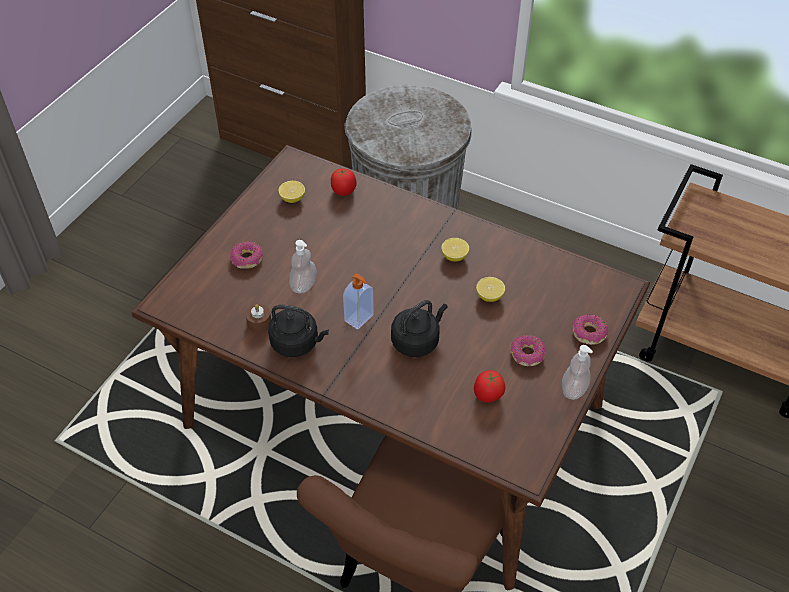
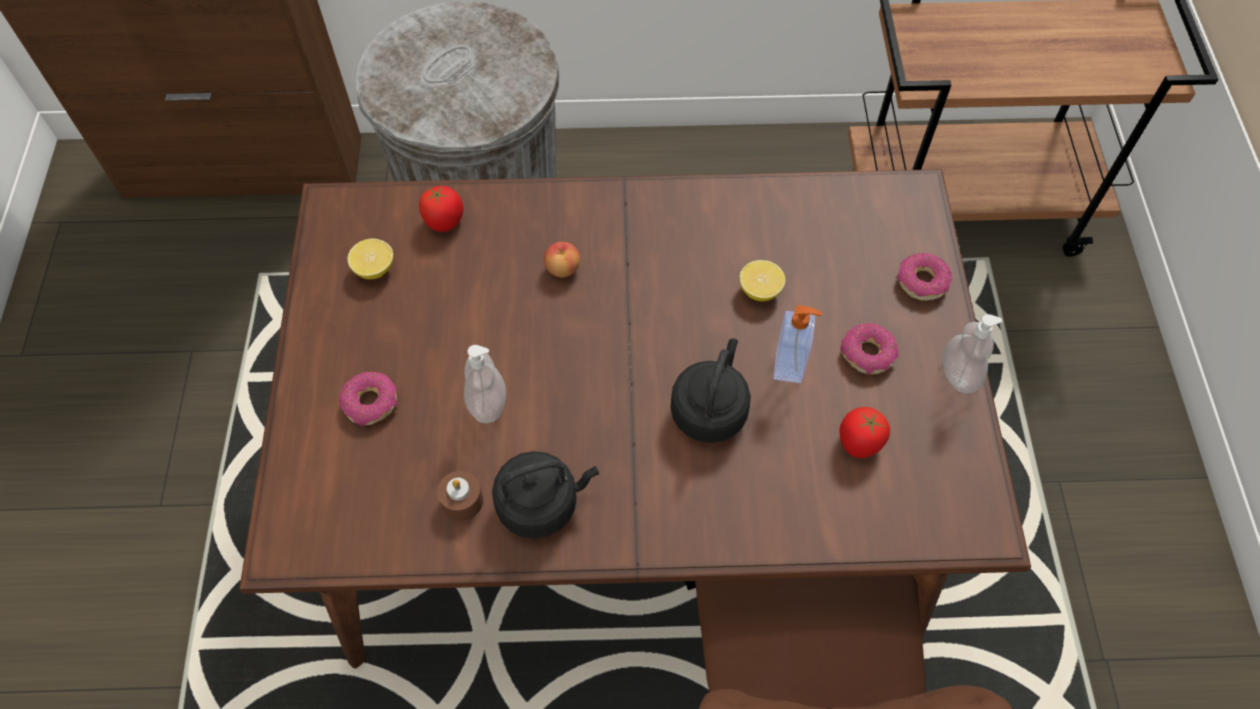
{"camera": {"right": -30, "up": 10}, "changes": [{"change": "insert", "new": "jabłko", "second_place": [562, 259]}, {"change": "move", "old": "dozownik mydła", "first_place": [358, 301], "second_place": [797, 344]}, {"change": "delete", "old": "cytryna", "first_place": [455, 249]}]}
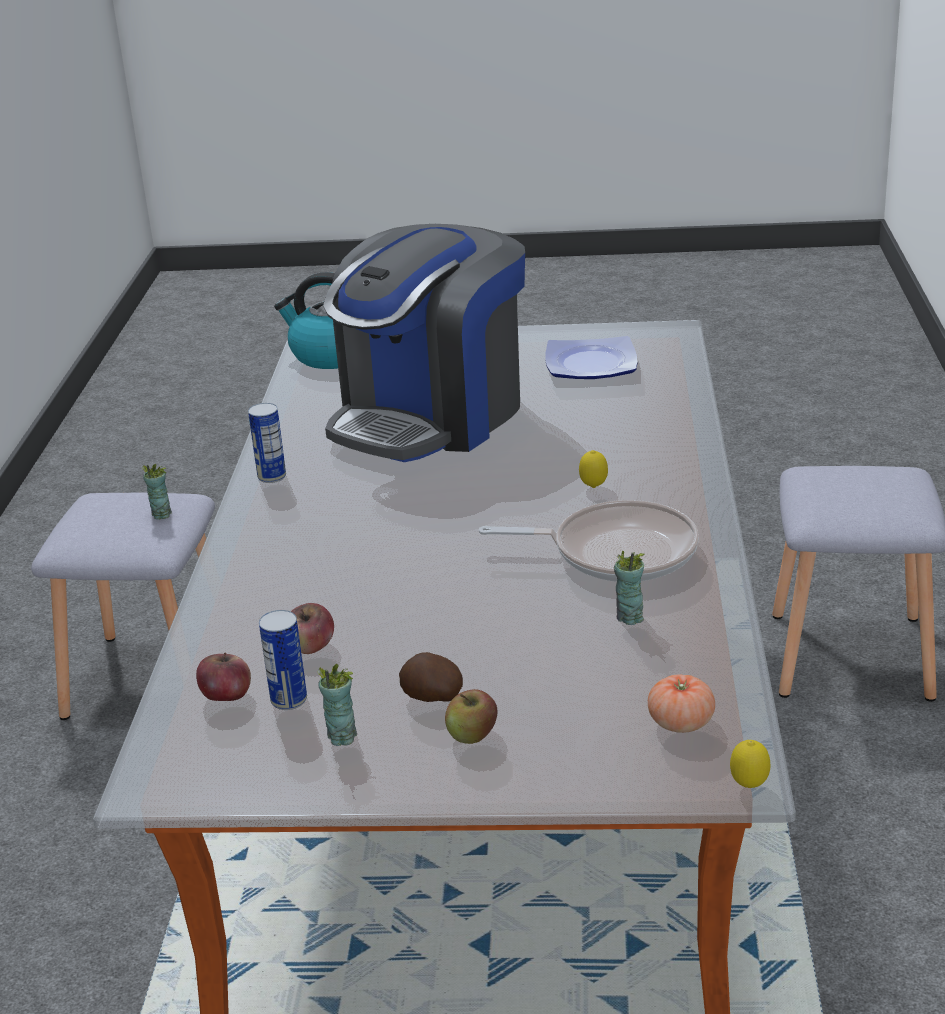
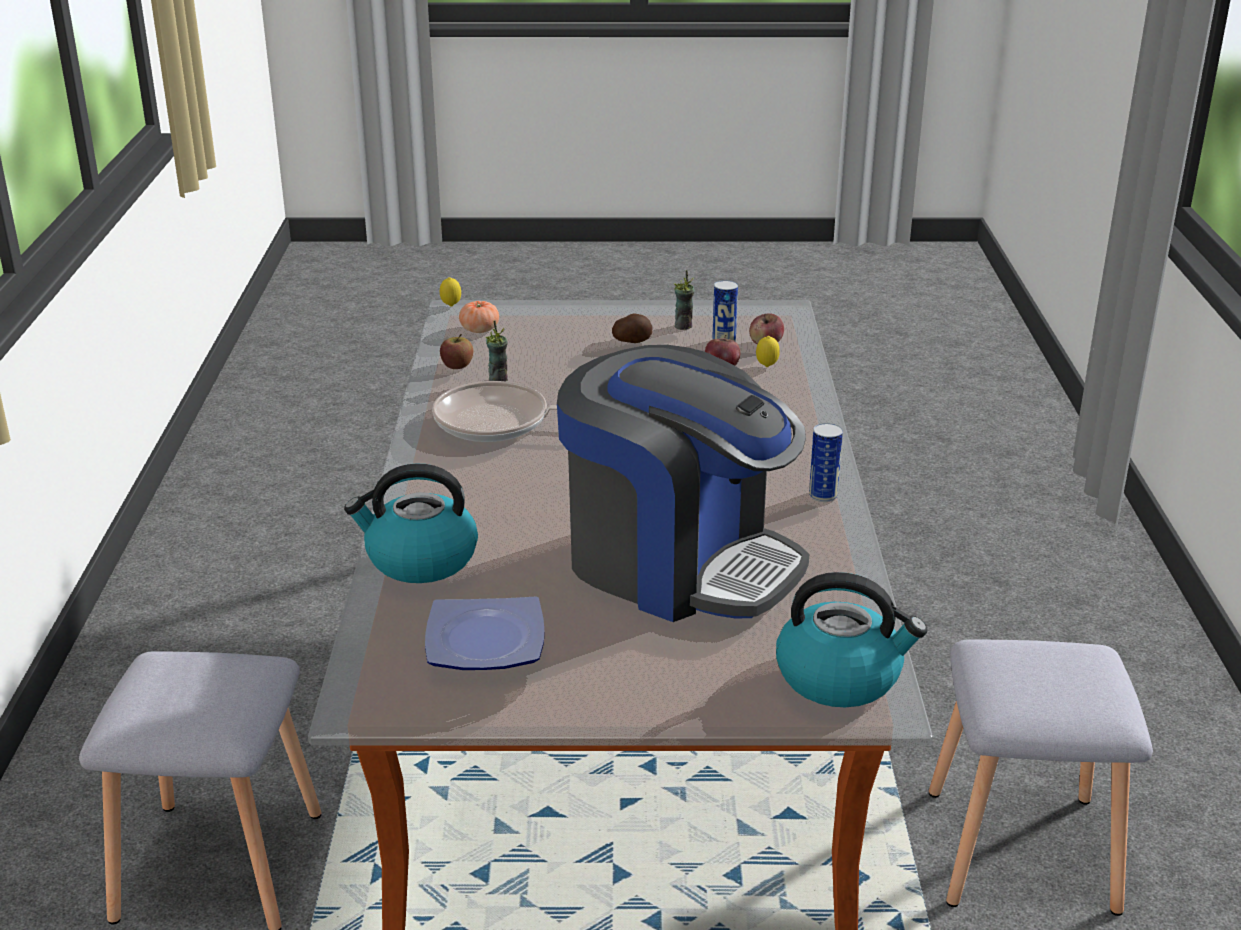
{"camera": {"right": 175, "up": 0}, "changes": [{"change": "insert", "new": "czajnik", "second_place": [411, 523]}, {"change": "move", "old": "jabłko", "first_place": [471, 716], "second_place": [456, 351]}, {"change": "rotate", "old": "ekspres do kawy", "first_place": [424, 343], "second_place": [683, 483], "degrees": 90}, {"change": "move", "old": "cytryna", "first_place": [593, 469], "second_place": [768, 351]}, {"change": "delete", "old": "filiżanka", "first_place": [157, 492]}]}
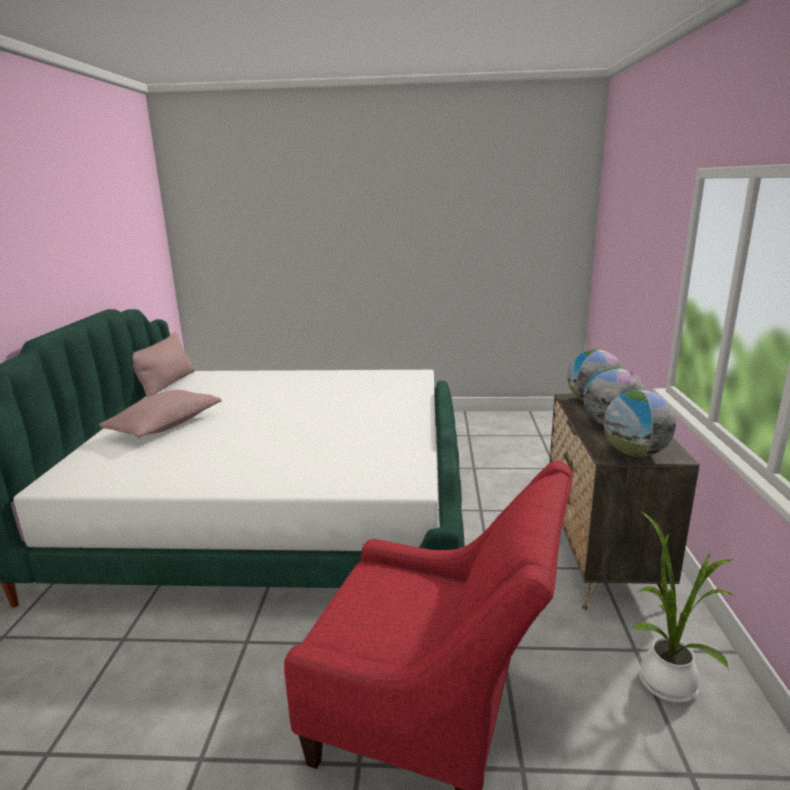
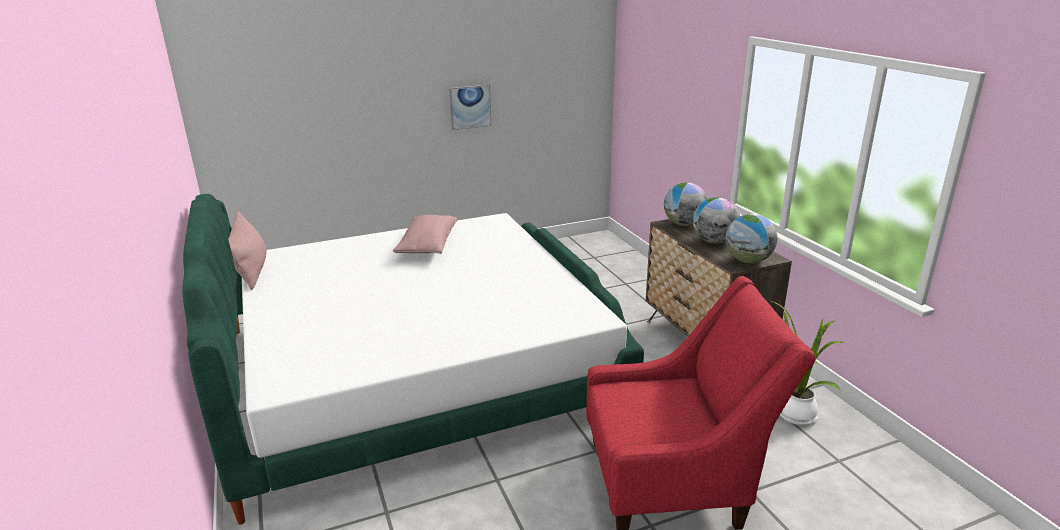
{"camera": {"right": -25, "up": 5}, "changes": [{"change": "move", "old": "poduszka/różowy", "first_place": [160, 414], "second_place": [425, 234]}, {"change": "insert", "new": "obraz", "second_place": [470, 107]}]}
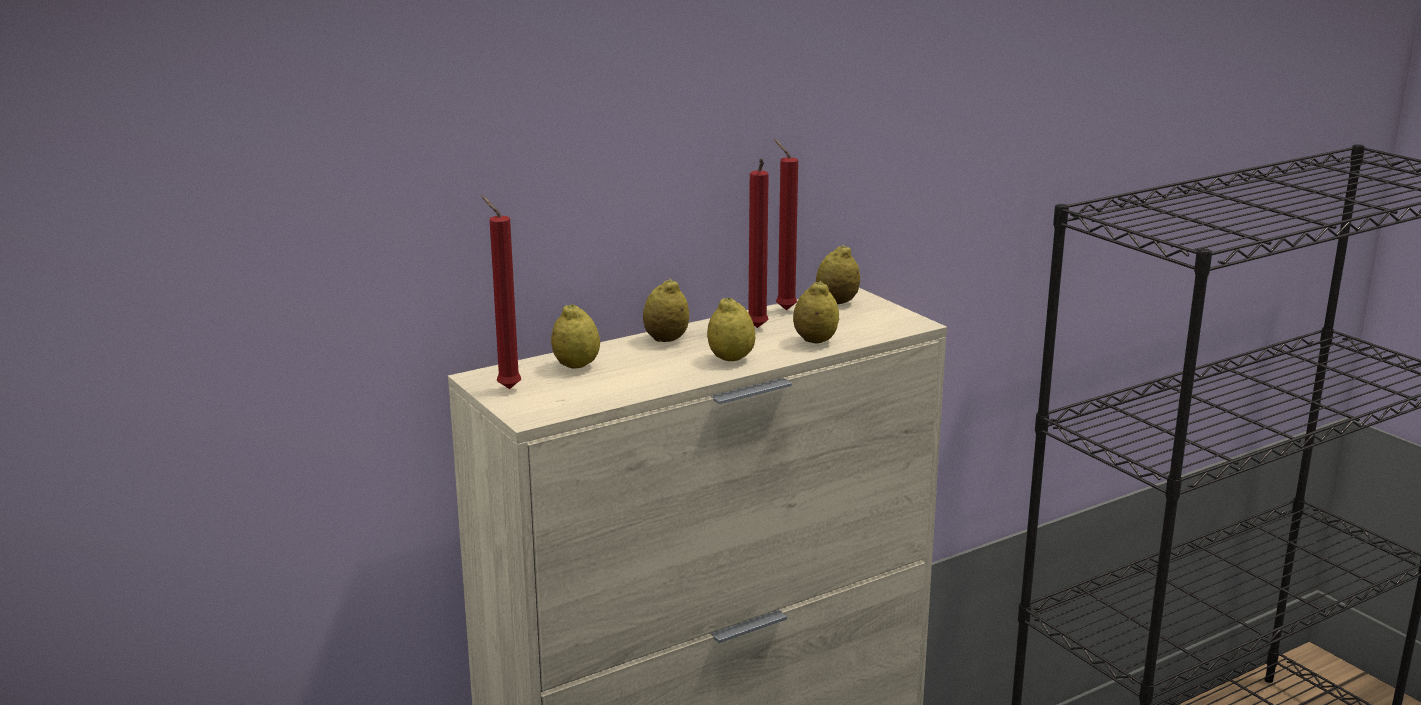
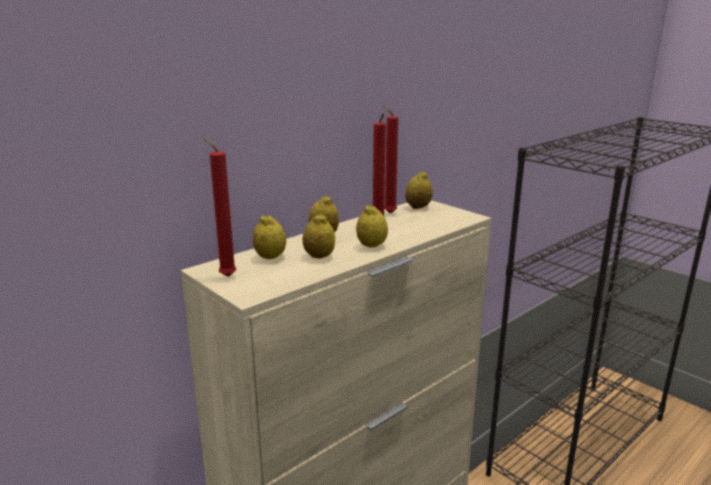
{"camera": {"right": -10, "up": 0}, "changes": [{"change": "move", "old": "cytryna", "first_place": [816, 312], "second_place": [318, 236]}]}
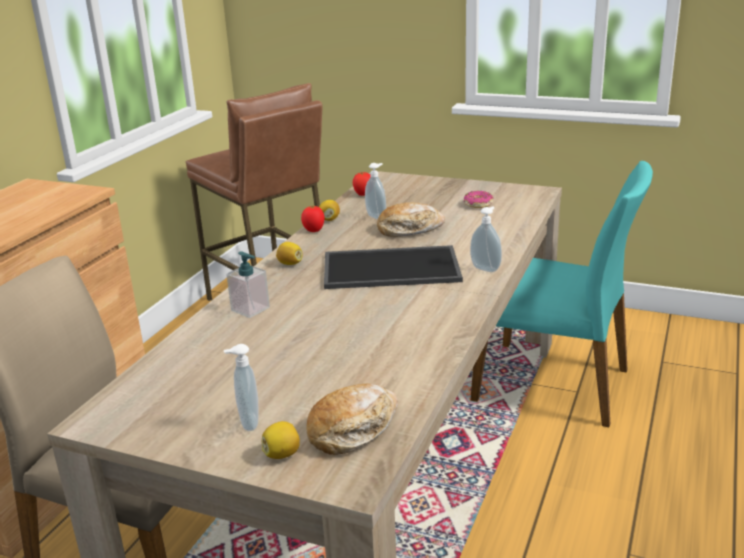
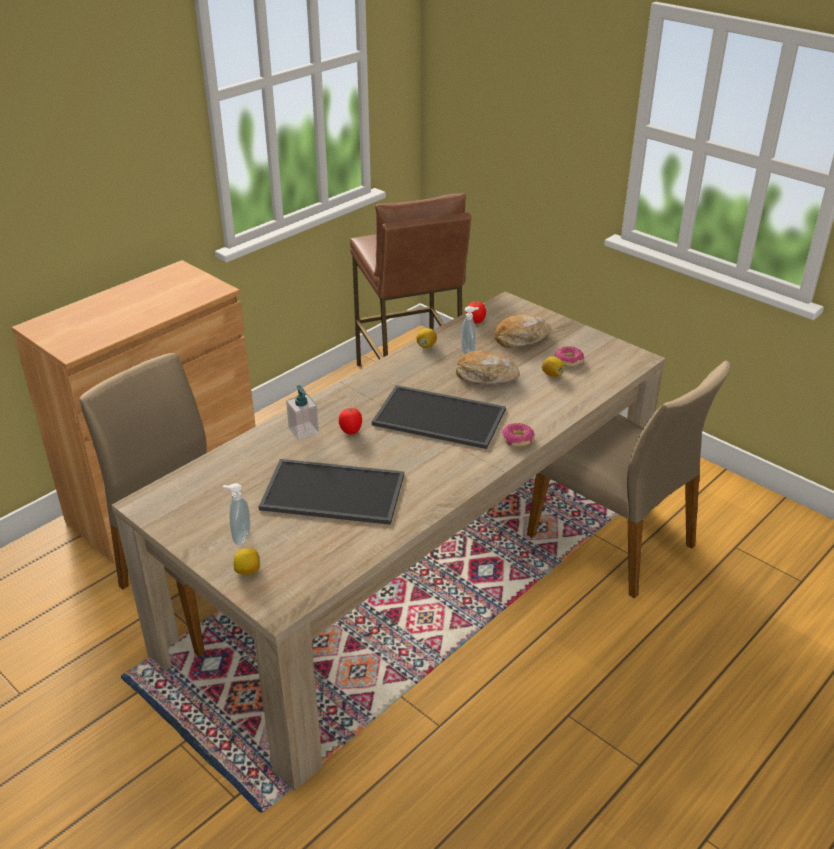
{"camera": {"right": 20, "up": 10}, "changes": [{"change": "insert", "new": "taca", "second_place": [331, 492]}, {"change": "move", "old": "pomidor", "first_place": [313, 219], "second_place": [350, 421]}, {"change": "move", "old": "chleb", "first_place": [352, 419], "second_place": [522, 331]}, {"change": "replace", "old": "dozownik mydła", "new": "donut", "first_place": [486, 239], "second_place": [518, 435]}, {"change": "recolor", "old": "krzesło/turkusowy", "new": "krzesło/beżowy", "first_place": [562, 294], "second_place": [629, 480]}, {"change": "move", "old": "cytryna", "first_place": [289, 253], "second_place": [553, 366]}]}
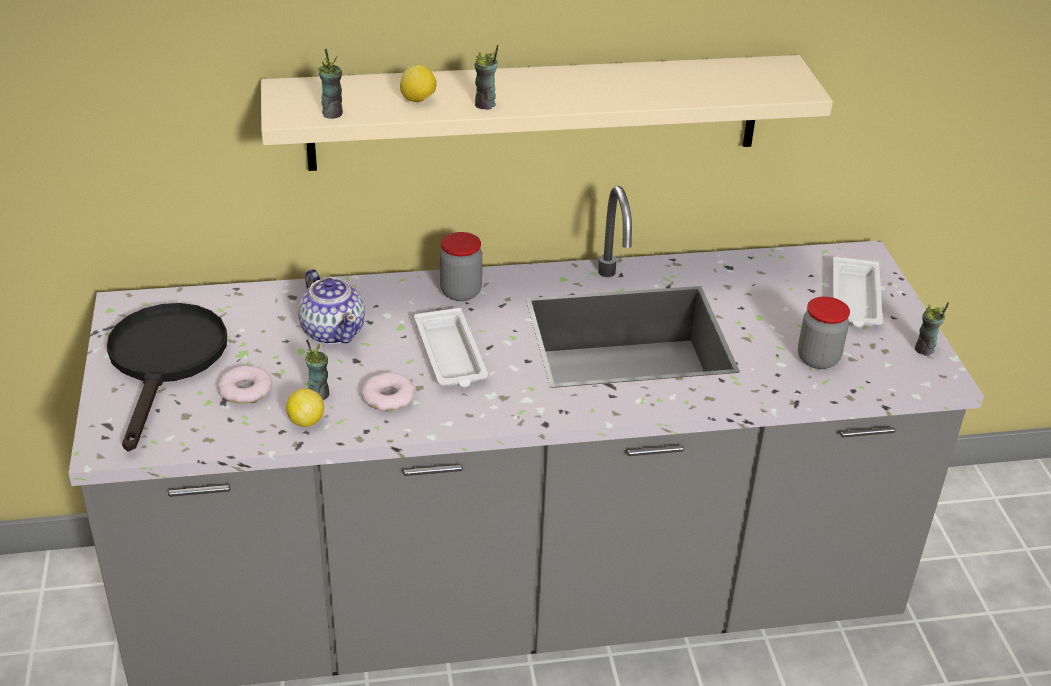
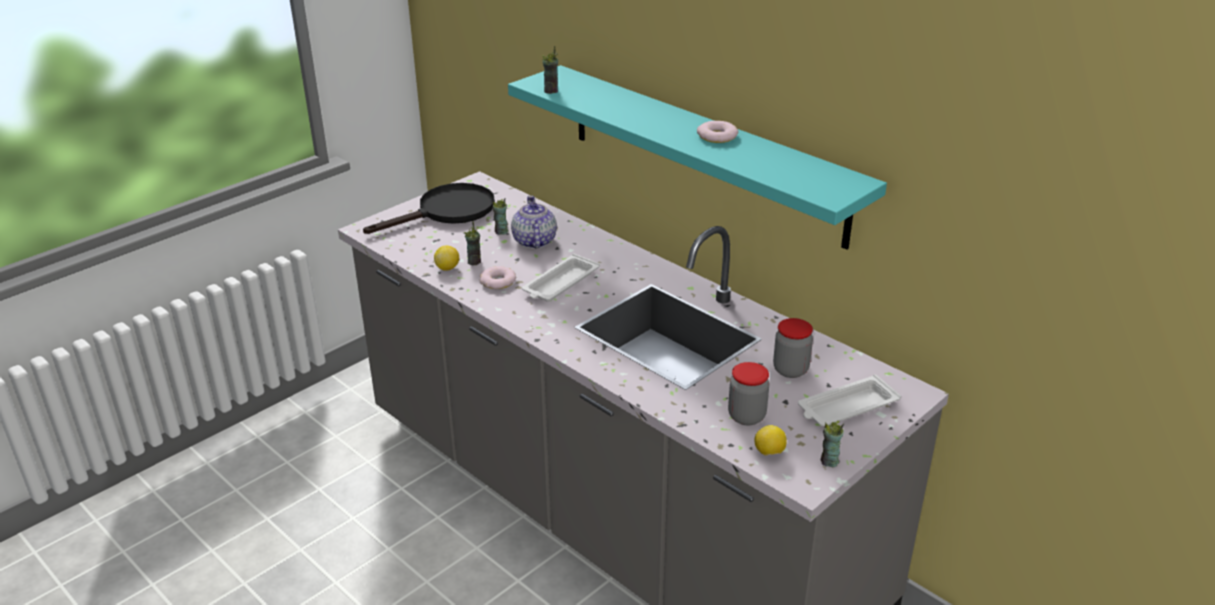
{"camera": {"right": 55, "up": -5}, "changes": [{"change": "move", "old": "filiżanka", "first_place": [486, 77], "second_place": [500, 216]}, {"change": "recolor", "old": "półka/beżowy", "new": "półka/turkusowy", "first_place": [547, 113], "second_place": [697, 157]}, {"change": "rotate", "old": "imbryk", "first_place": [331, 307], "second_place": [534, 222], "degrees": 150}, {"change": "move", "old": "donut", "first_place": [244, 385], "second_place": [717, 132]}, {"change": "move", "old": "cytryna", "first_place": [418, 83], "second_place": [770, 440]}, {"change": "move", "old": "słoik", "first_place": [461, 266], "second_place": [793, 348]}]}
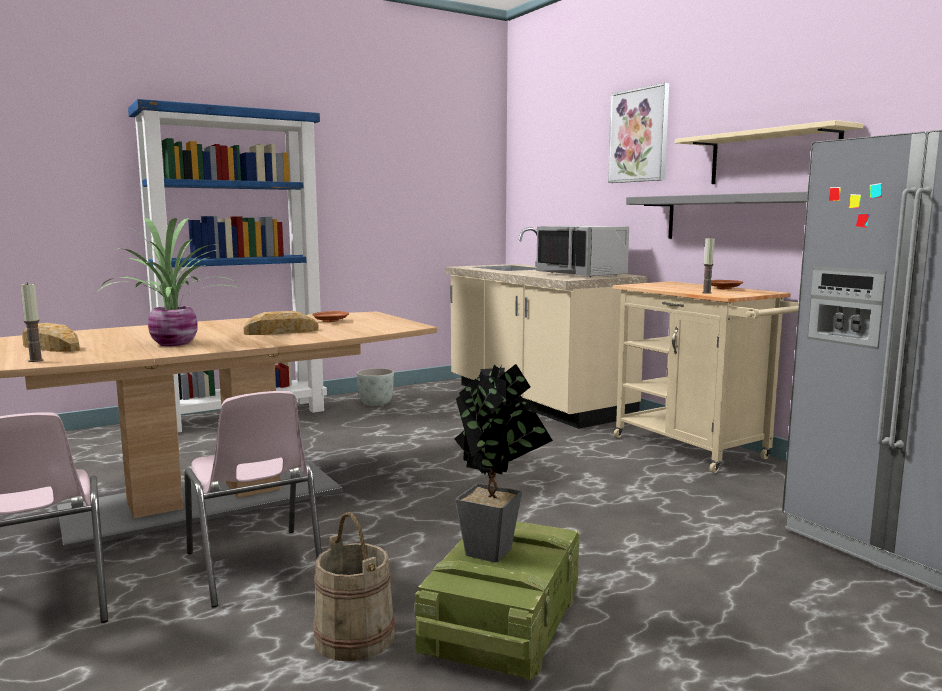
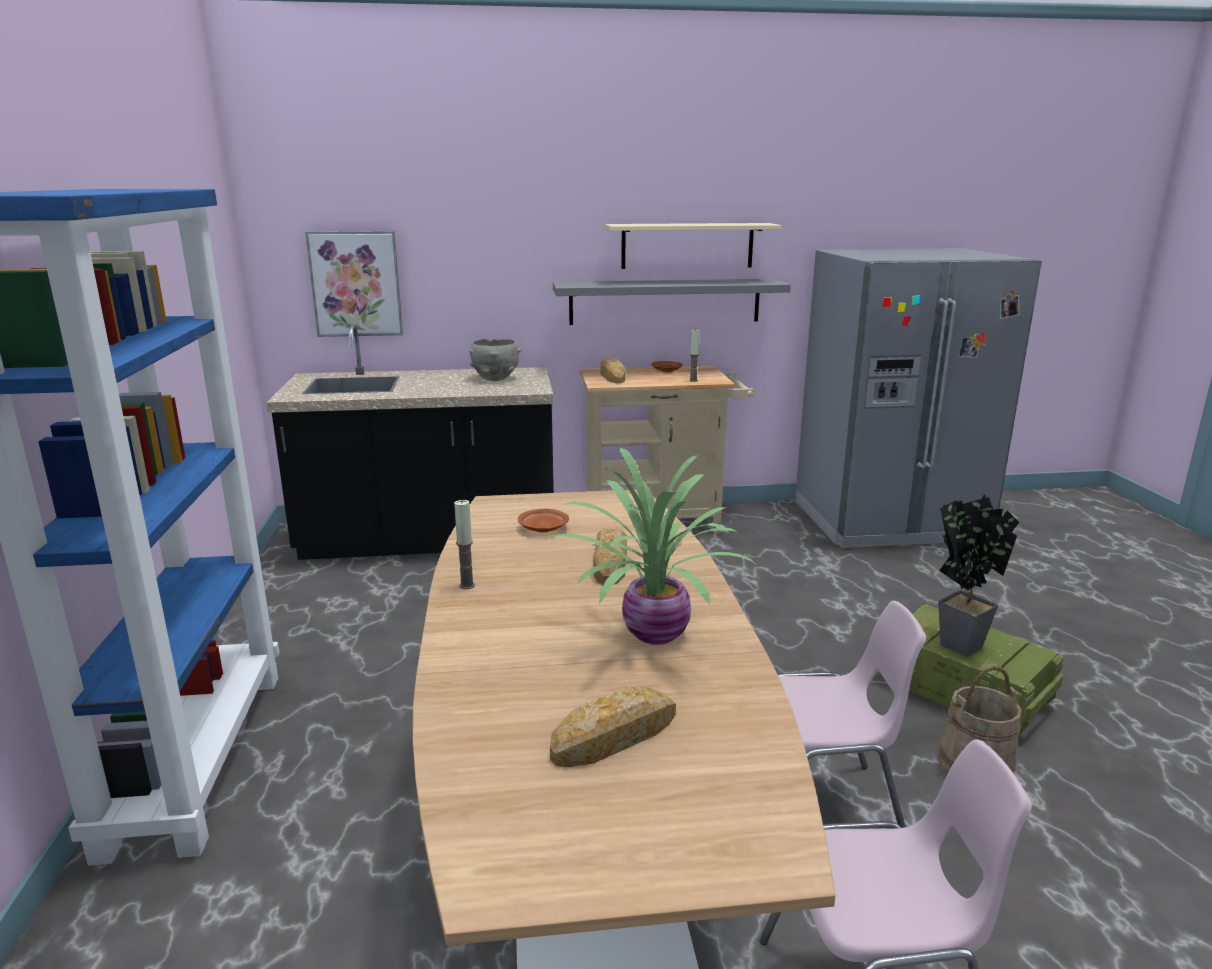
{"camera": {"right": -65, "up": 10}, "changes": [{"change": "recolor", "old": "zabudowa kuchenna/beżowy", "new": "zabudowa kuchenna/czarny", "first_place": [546, 328], "second_place": [410, 442]}, {"change": "move", "old": "obraz", "first_place": [638, 133], "second_place": [354, 284]}, {"change": "move", "old": "świeca", "first_place": [32, 322], "second_place": [464, 544]}, {"change": "replace", "old": "mikrofalówka/szary", "new": "miska/szary", "first_place": [582, 251], "second_place": [495, 360]}, {"change": "insert", "new": "chleb", "second_place": [613, 370]}, {"change": "delete", "old": "donica/szary", "first_place": [375, 387]}]}
